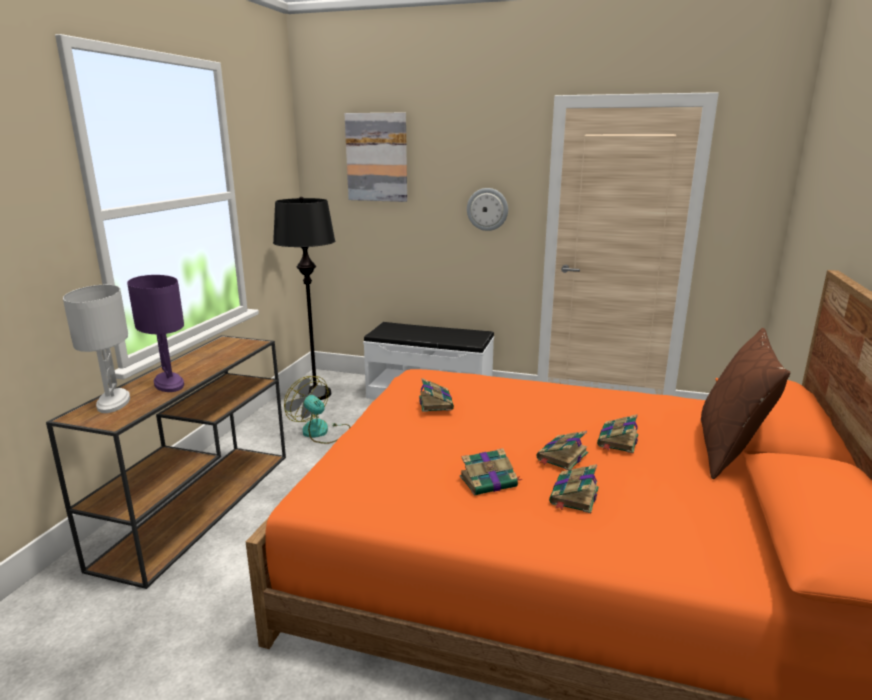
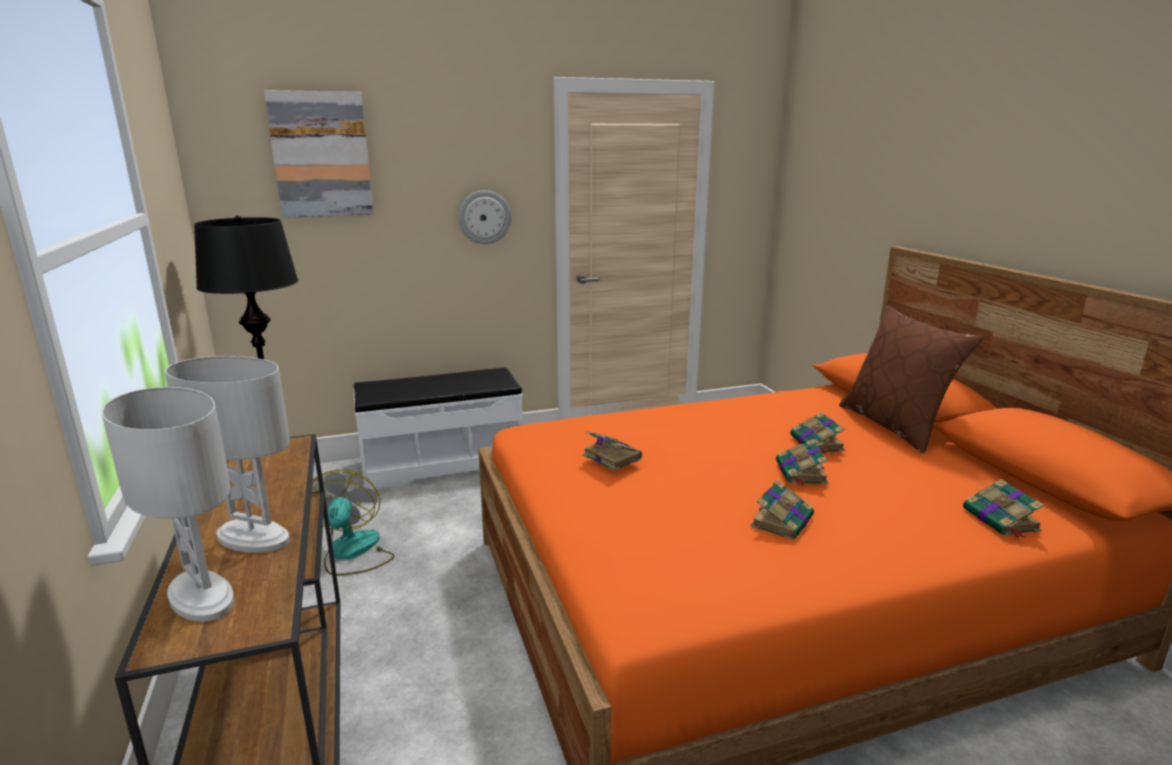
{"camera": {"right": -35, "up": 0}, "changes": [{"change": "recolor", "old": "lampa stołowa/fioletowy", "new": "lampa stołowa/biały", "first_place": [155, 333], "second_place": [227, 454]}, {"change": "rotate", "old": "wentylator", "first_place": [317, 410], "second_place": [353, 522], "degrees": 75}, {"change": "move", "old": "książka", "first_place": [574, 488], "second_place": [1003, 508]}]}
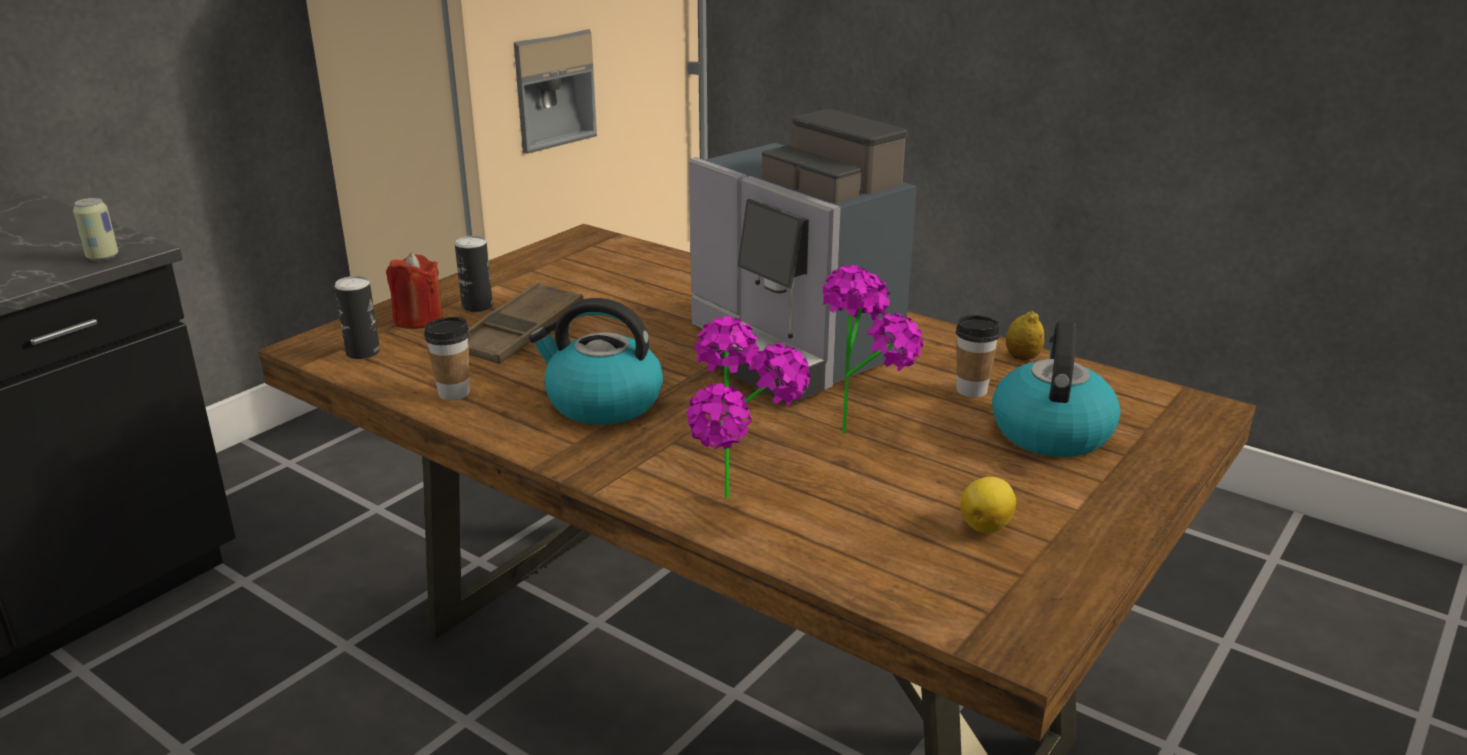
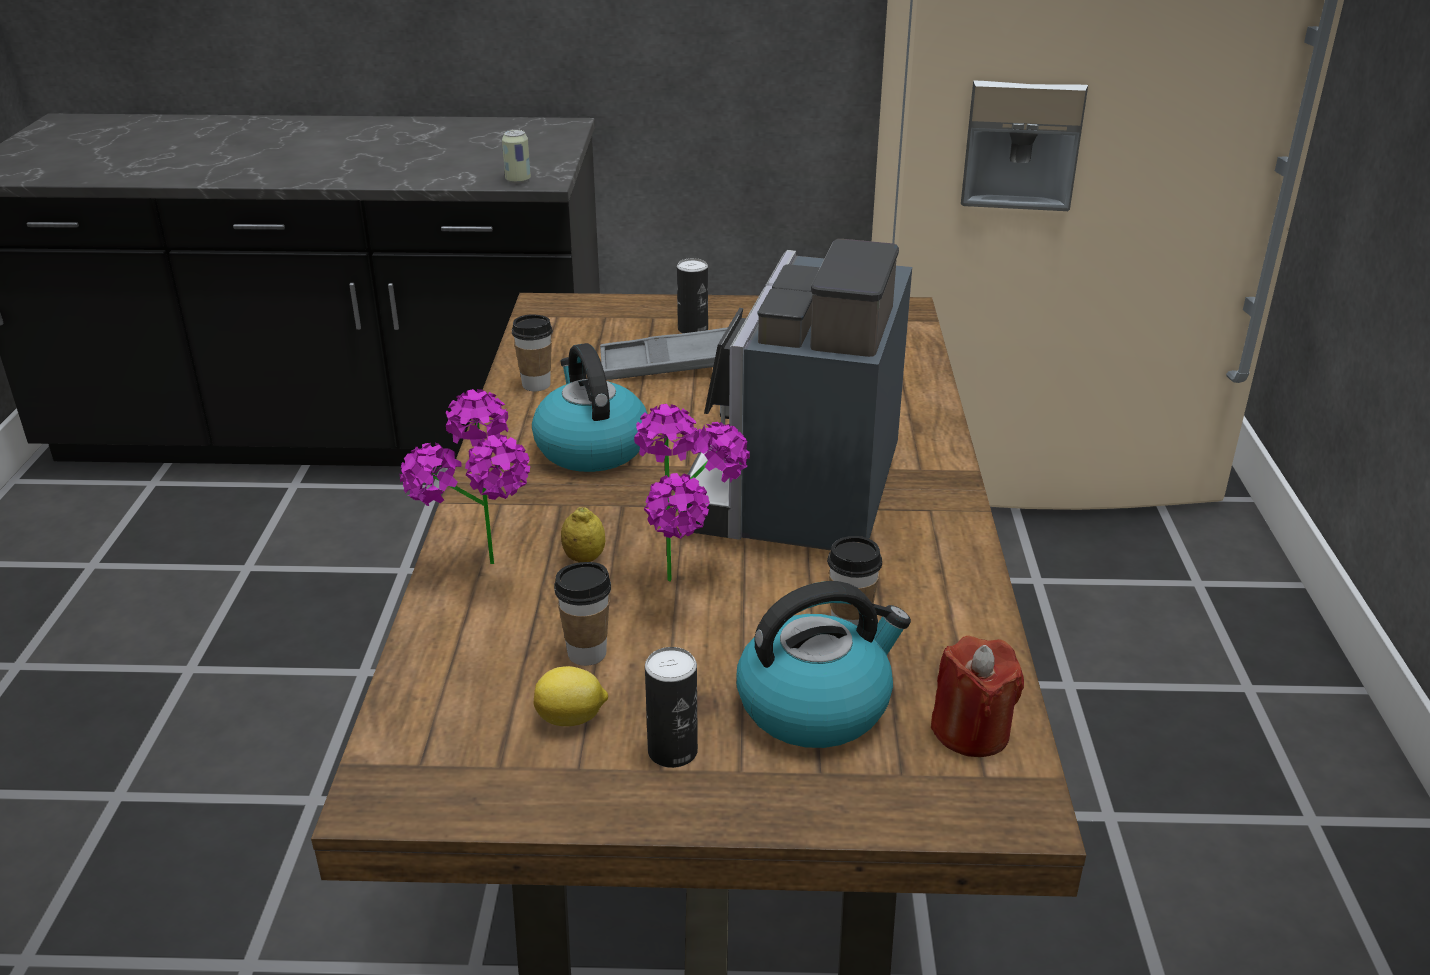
{"camera": {"right": 55, "up": 5}, "changes": [{"change": "insert", "new": "filiżanka", "second_place": [582, 614]}, {"change": "move", "old": "cytryna", "first_place": [1025, 335], "second_place": [583, 534]}, {"change": "recolor", "old": "taca/brązowy", "new": "taca/szary", "first_place": [525, 323], "second_place": [664, 353]}, {"change": "move", "old": "puszka", "first_place": [357, 317], "second_place": [671, 707]}, {"change": "move", "old": "świeca/czerwony", "first_place": [414, 291], "second_place": [977, 696]}]}
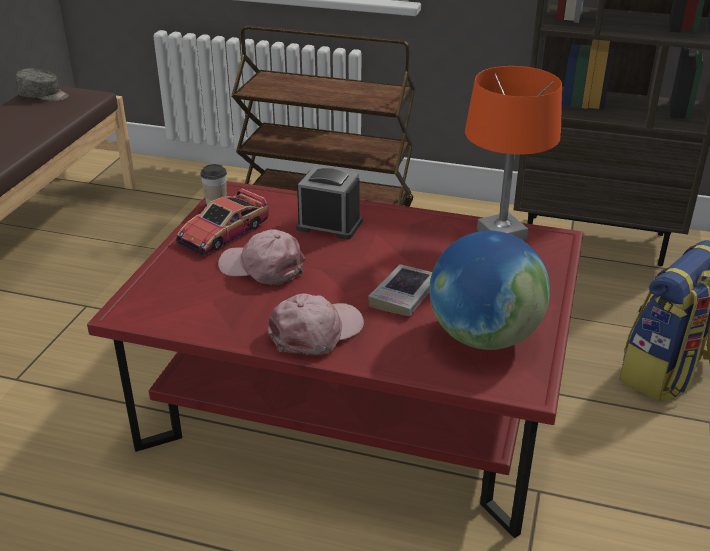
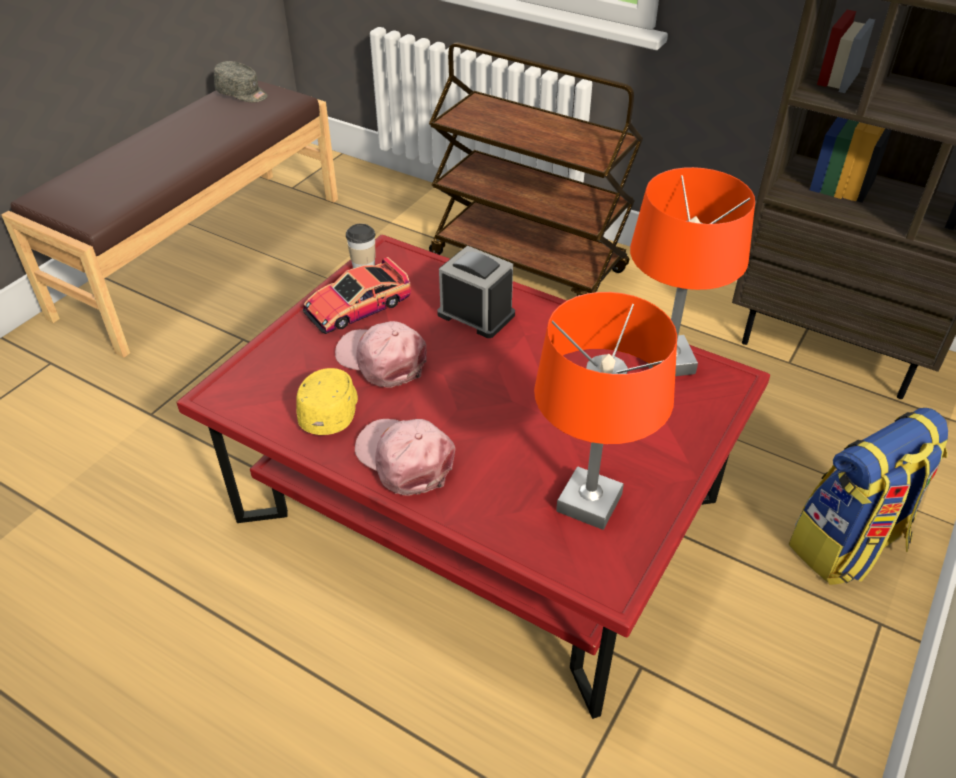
{"camera": {"right": 15, "up": 10}, "changes": [{"change": "insert", "new": "czapka z daszkiem/żółty", "second_place": [327, 401]}, {"change": "rotate", "old": "czapka z daszkiem/różowy", "first_place": [316, 324], "second_place": [405, 457], "degrees": -105}, {"change": "replace", "old": "globus", "new": "lampa stołowa/pomarańczowy", "first_place": [489, 290], "second_place": [605, 411]}, {"change": "delete", "old": "książka", "first_place": [400, 290]}]}
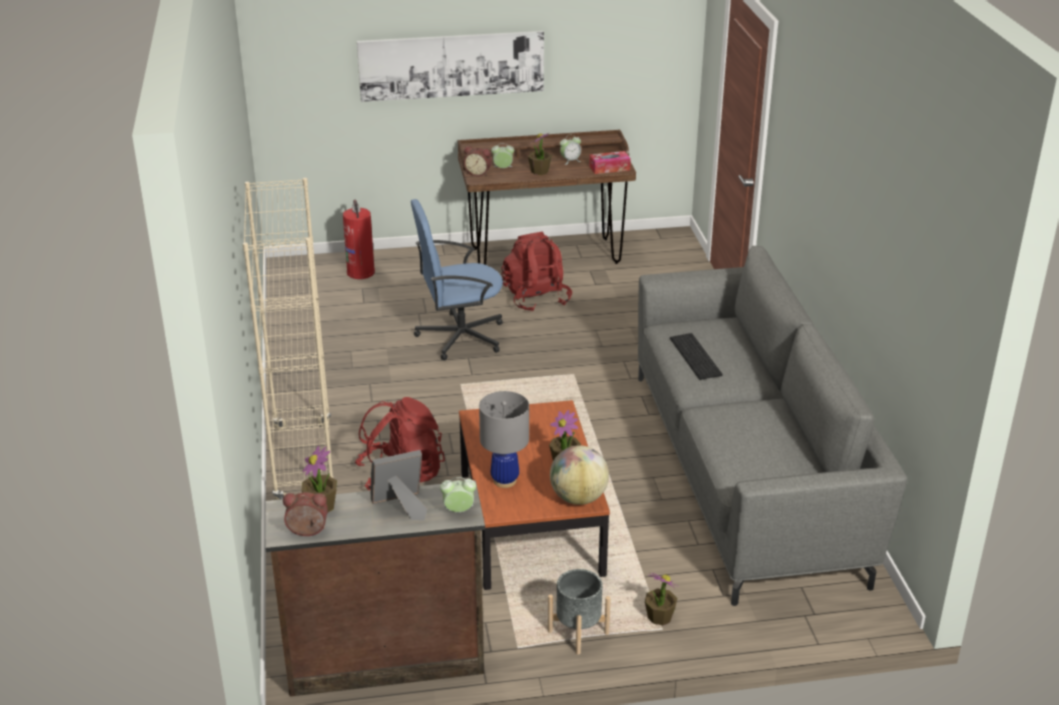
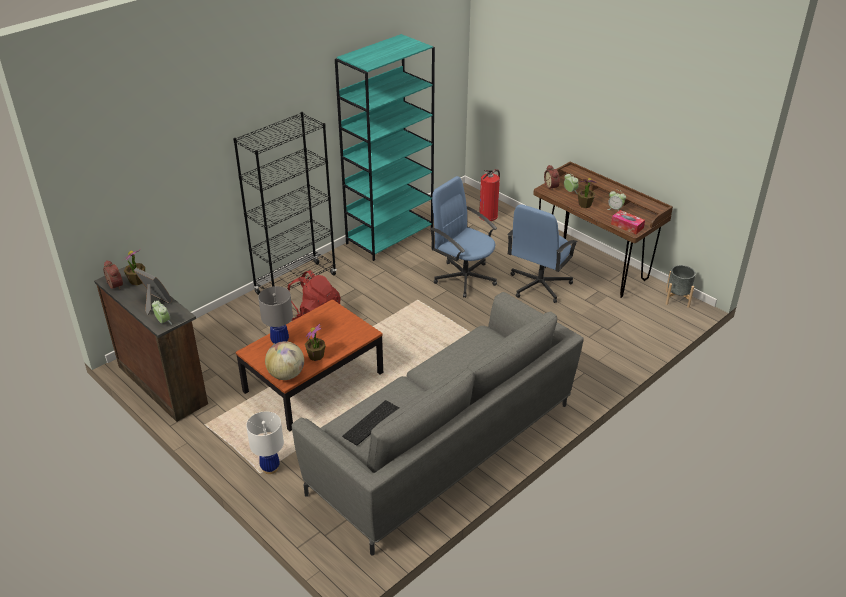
{"camera": {"right": 55, "up": 5}, "changes": [{"change": "recolor", "old": "regał/beżowy", "new": "regał/czarny", "first_place": [288, 339], "second_place": [285, 203]}, {"change": "replace", "old": "roślina doniczkowa", "new": "lampa stołowa/biały", "first_place": [662, 599], "second_place": [265, 442]}, {"change": "insert", "new": "regał/turkusowy", "second_place": [385, 147]}, {"change": "move", "old": "klawiatura", "first_place": [696, 356], "second_place": [370, 422]}, {"change": "replace", "old": "plecak/czerwony", "new": "krzesło biurowe/niebieski", "first_place": [536, 272], "second_place": [542, 253]}, {"change": "move", "old": "donica/szary", "first_place": [579, 612], "second_place": [681, 286]}, {"change": "delete", "old": "obraz", "first_place": [450, 66]}]}
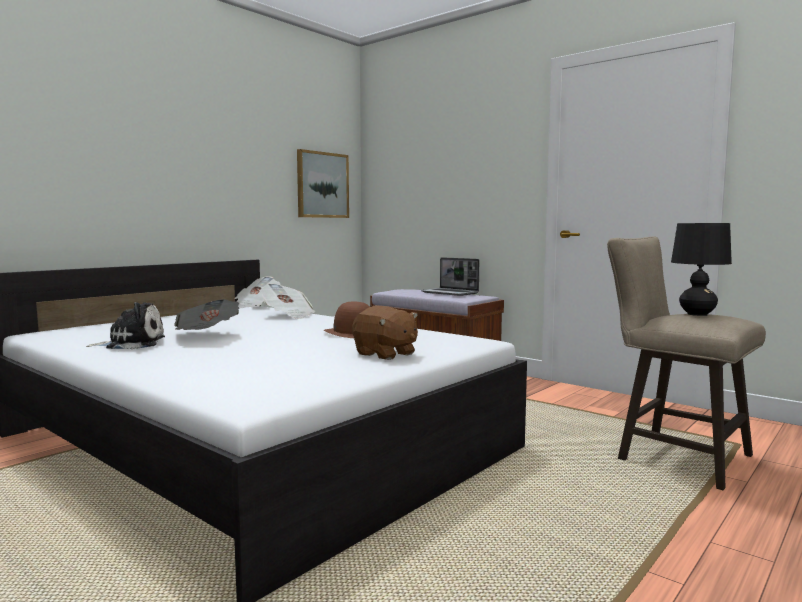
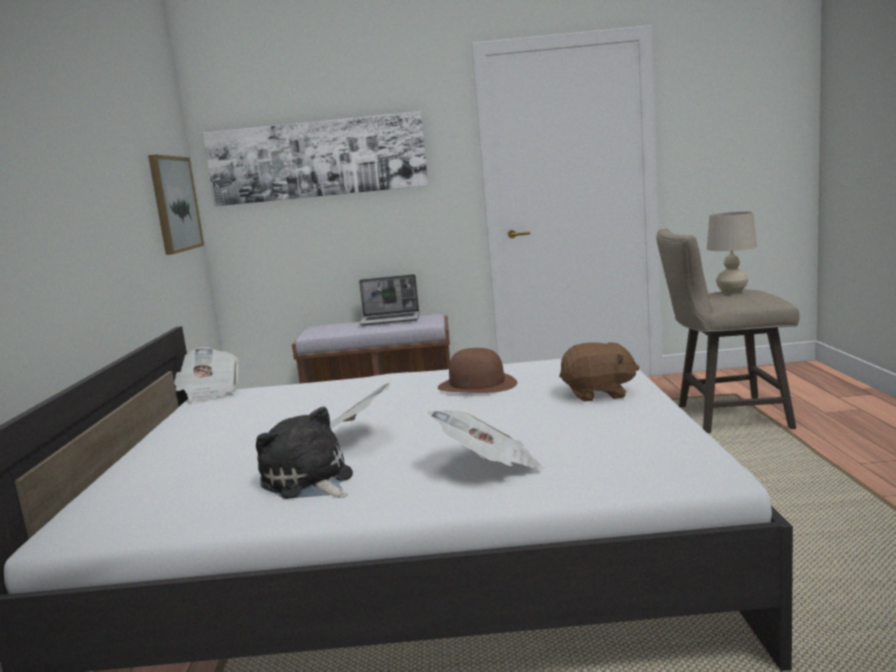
{"camera": {"right": -40, "up": 5}, "changes": [{"change": "insert", "new": "obraz", "second_place": [315, 158]}, {"change": "rotate", "old": "pluszak", "first_place": [125, 325], "second_place": [304, 452], "degrees": -75}, {"change": "move", "old": "gazeta", "first_place": [287, 301], "second_place": [486, 439]}, {"change": "recolor", "old": "lampa stołowa/czarny", "new": "lampa stołowa/beżowy", "first_place": [701, 269], "second_place": [732, 252]}]}
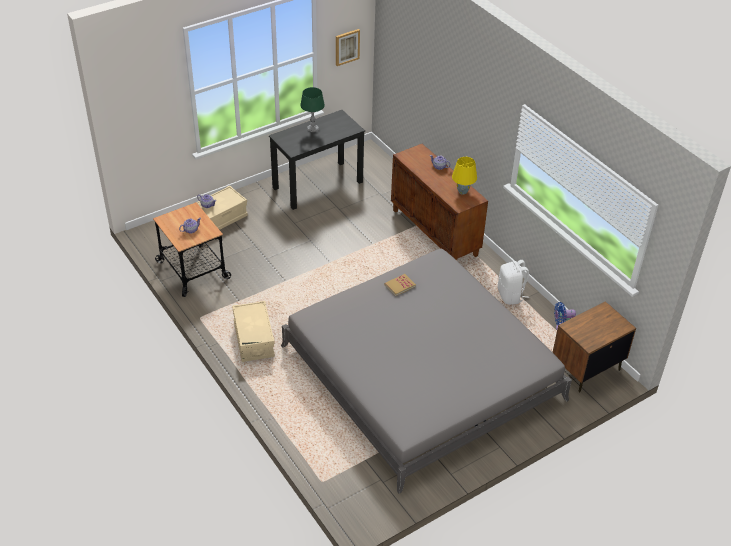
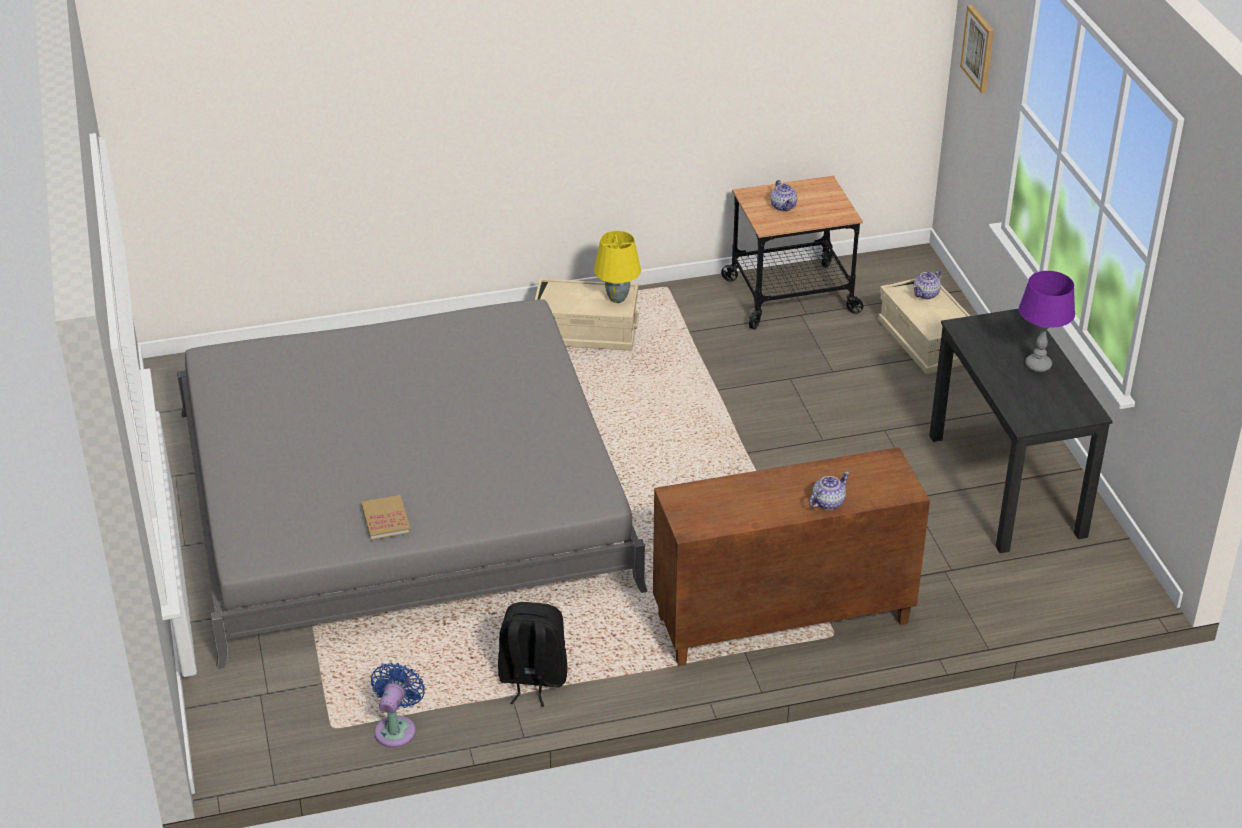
{"camera": {"right": 110, "up": -5}, "changes": [{"change": "move", "old": "książka", "first_place": [400, 285], "second_place": [386, 517]}, {"change": "recolor", "old": "plecak/biały", "new": "plecak/czarny", "first_place": [513, 282], "second_place": [532, 654]}, {"change": "move", "old": "lampa stołowa/żółty", "first_place": [464, 176], "second_place": [617, 267]}, {"change": "move", "old": "obraz", "first_place": [348, 47], "second_place": [977, 49]}, {"change": "recolor", "old": "lampa stołowa/zielony", "new": "lampa stołowa/fioletowy", "first_place": [312, 109], "second_place": [1047, 321]}, {"change": "delete", "old": "szafka nocna/brązowy", "first_place": [594, 347]}]}
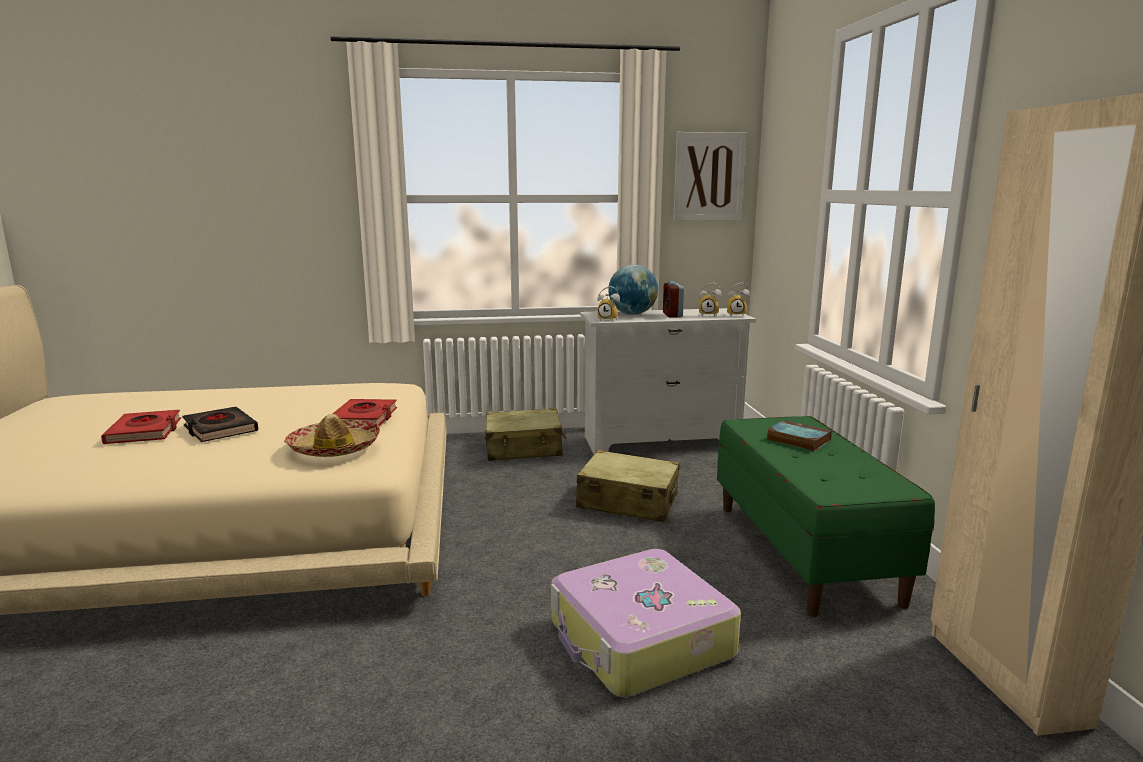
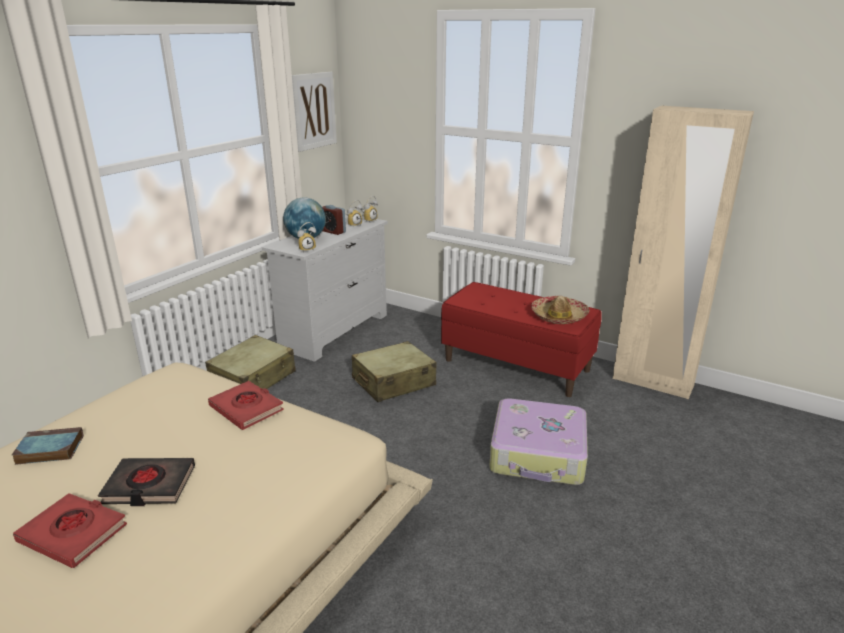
{"camera": {"right": -50, "up": 10}, "changes": [{"change": "move", "old": "książka", "first_place": [799, 435], "second_place": [47, 446]}, {"change": "recolor", "old": "ławka/zielony", "new": "ławka/czerwony", "first_place": [826, 516], "second_place": [521, 339]}, {"change": "move", "old": "kapelusz", "first_place": [332, 435], "second_place": [560, 310]}]}
